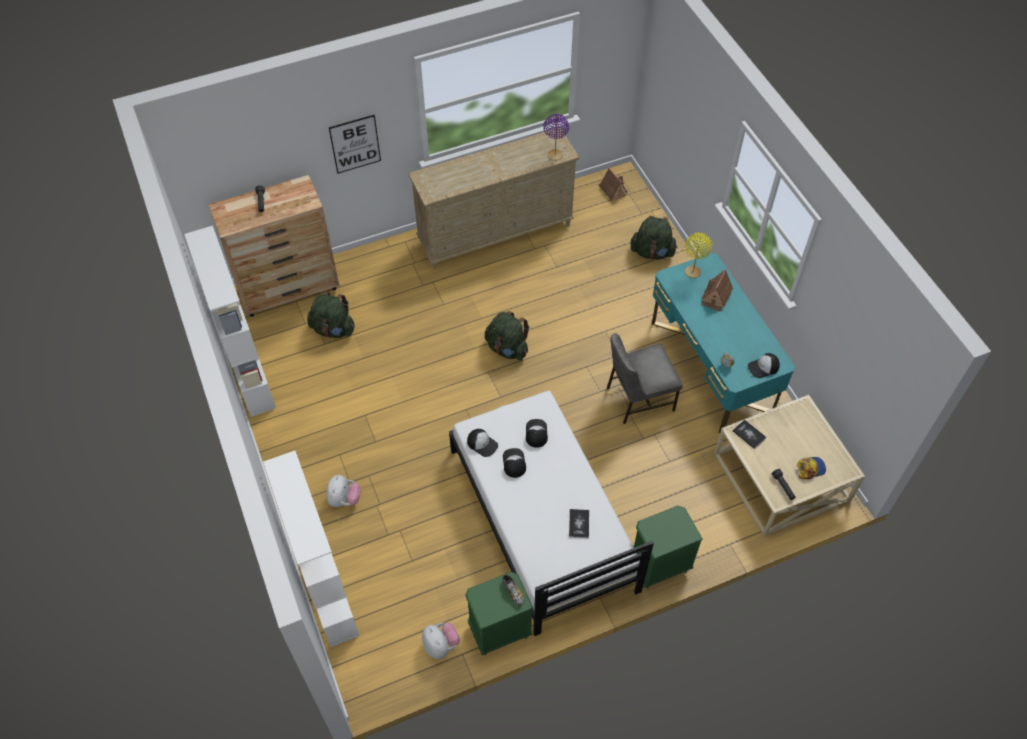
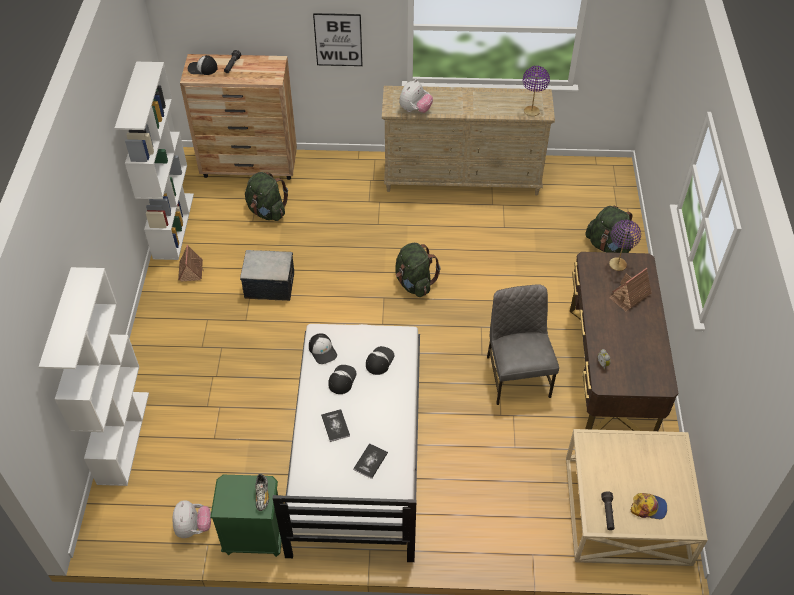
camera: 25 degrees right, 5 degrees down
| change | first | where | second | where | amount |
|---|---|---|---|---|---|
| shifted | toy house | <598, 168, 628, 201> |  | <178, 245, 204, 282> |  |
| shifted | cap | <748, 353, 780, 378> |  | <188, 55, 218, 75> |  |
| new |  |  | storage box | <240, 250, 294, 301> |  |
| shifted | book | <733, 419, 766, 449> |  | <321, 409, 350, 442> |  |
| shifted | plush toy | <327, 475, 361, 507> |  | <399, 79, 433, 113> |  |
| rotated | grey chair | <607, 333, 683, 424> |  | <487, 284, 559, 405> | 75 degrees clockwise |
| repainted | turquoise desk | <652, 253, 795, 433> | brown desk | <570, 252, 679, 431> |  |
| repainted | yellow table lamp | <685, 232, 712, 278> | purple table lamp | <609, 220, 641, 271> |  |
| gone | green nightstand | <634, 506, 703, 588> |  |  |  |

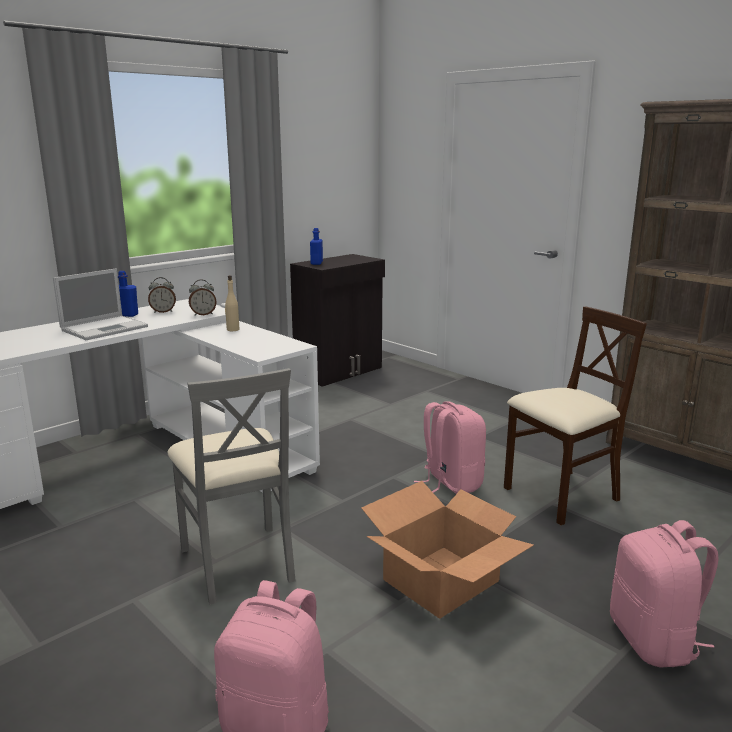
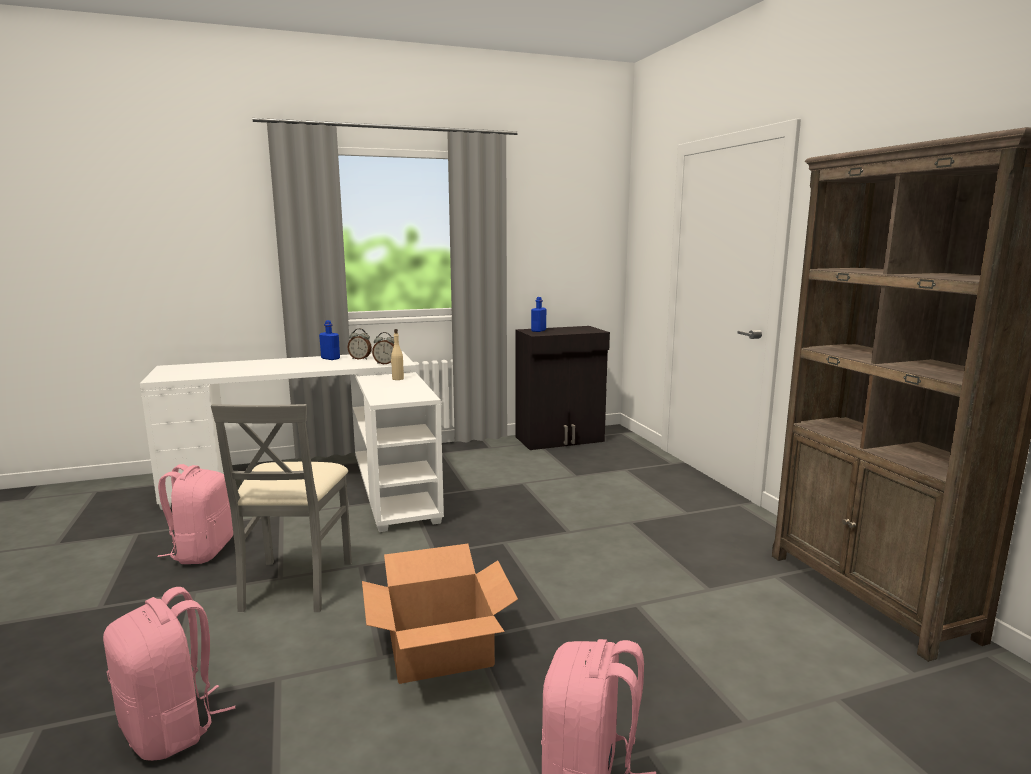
camera: 25 degrees right, 5 degrees down
| change | first | where | second | where | amount |
|---|---|---|---|---|---|
| shifted | pink backpack | <414, 401, 486, 494> |  | <158, 464, 233, 564> |  |
| gone | laptop | <53, 268, 148, 340> |  |  |  |
| gone | beige chair | <504, 306, 647, 525> |  |  |  |

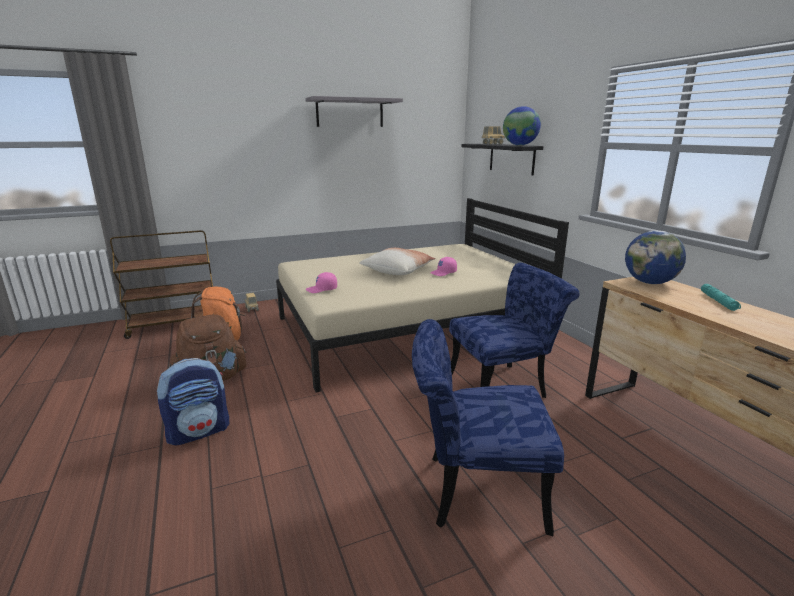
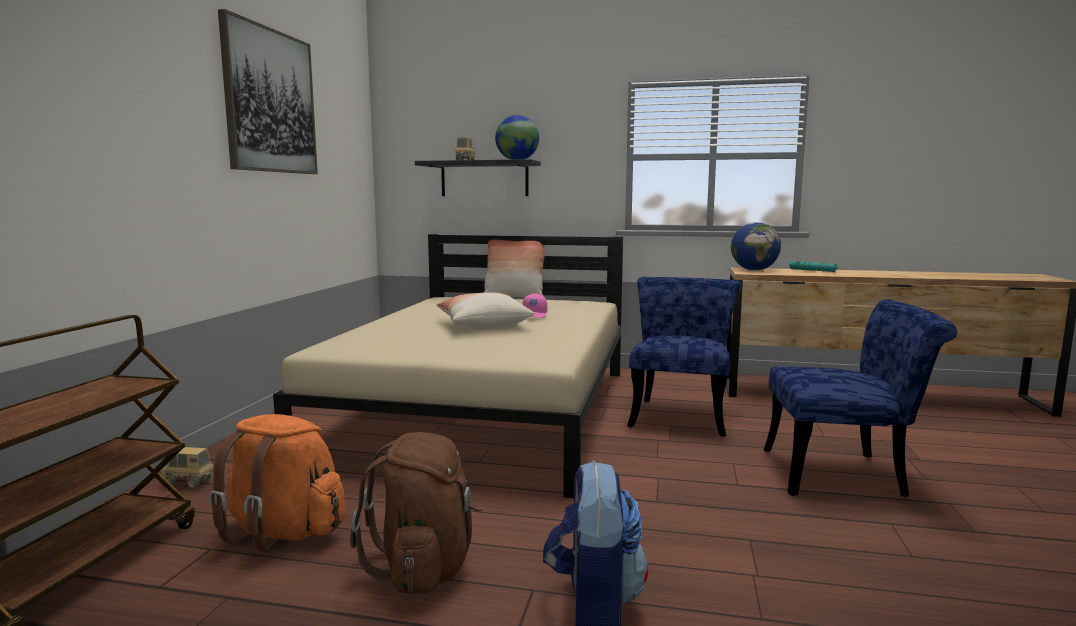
camera: 55 degrees left, 10 degrees down
| change | first | where | second | where | amount |
|---|---|---|---|---|---|
| swapped | grey shelf | <305, 96, 403, 127> | picture | <218, 9, 318, 174> |  |
| new |  |  | pillow | <484, 239, 545, 297> |  |
| rotated | blue chair | <412, 319, 564, 536> |  | <764, 299, 957, 497> | 120 degrees counterclockwise |
| gone | pink cap | <306, 272, 337, 293> |  |  |  |

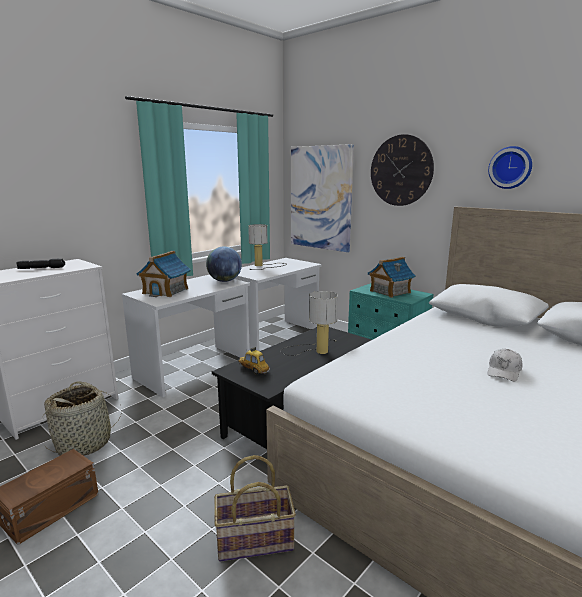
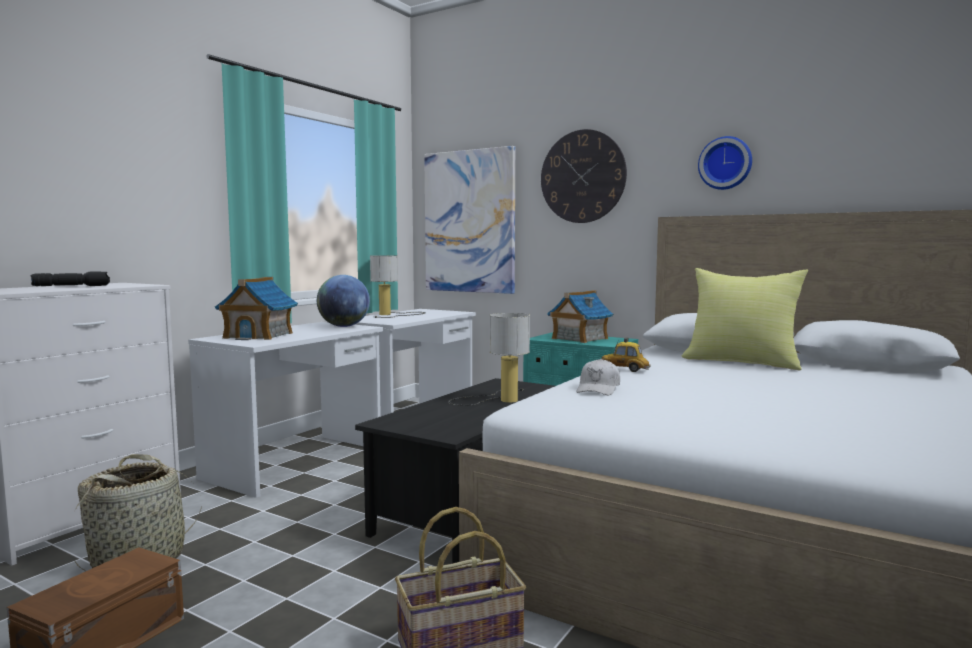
camera: 10 degrees left, 10 degrees down
| change | first | where | second | where | amount |
|---|---|---|---|---|---|
| shifted | white cap | <488, 349, 523, 381> |  | <576, 359, 620, 396> |  |
| shifted | toy car | <238, 347, 270, 375> |  | <602, 337, 651, 372> |  |
| new |  |  | yellow pillow | <682, 268, 808, 370> |  |

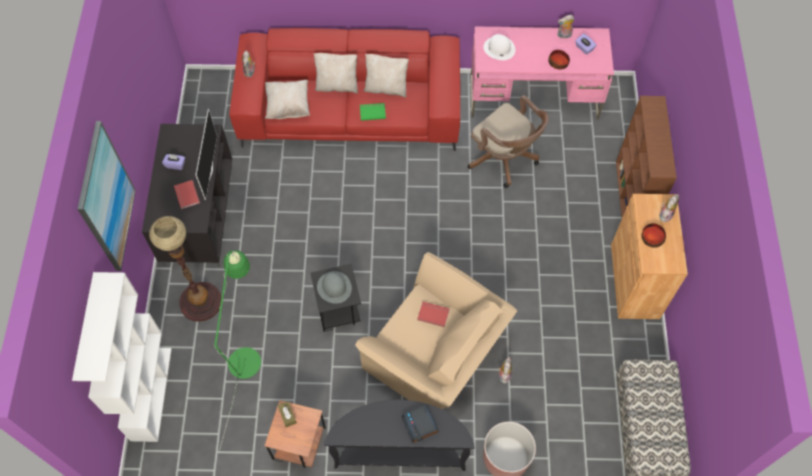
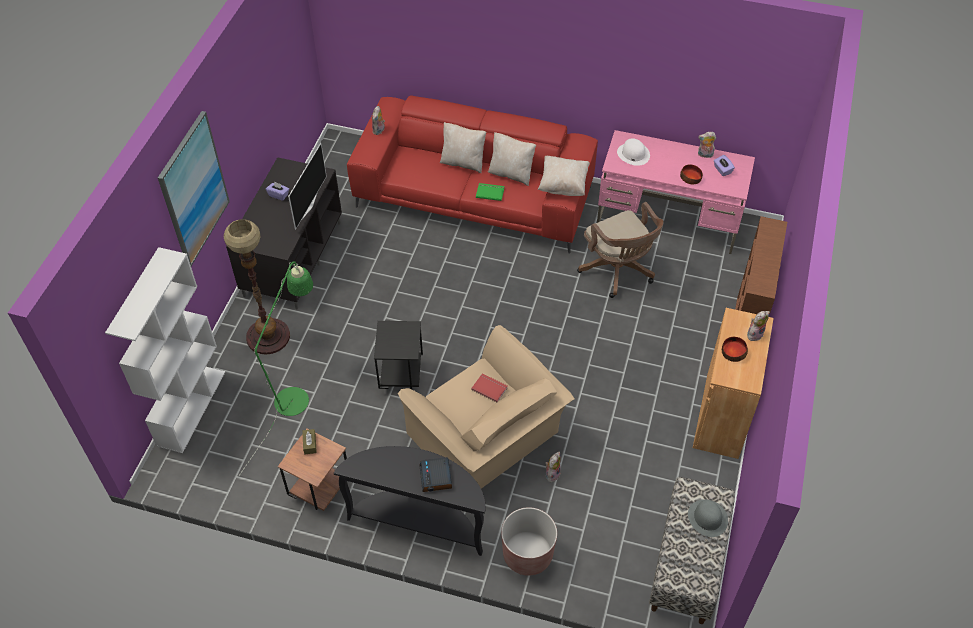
camera: 15 degrees right, 10 degrees down
| change | first | where | second | where | amount |
|---|---|---|---|---|---|
| shifted | beige pillow | <265, 80, 310, 119> |  | <537, 156, 590, 196> |  |
| shifted | grey hat | <317, 271, 352, 304> |  | <688, 500, 728, 537> |  |
| gone | red book | <174, 180, 200, 209> |  |  |  |

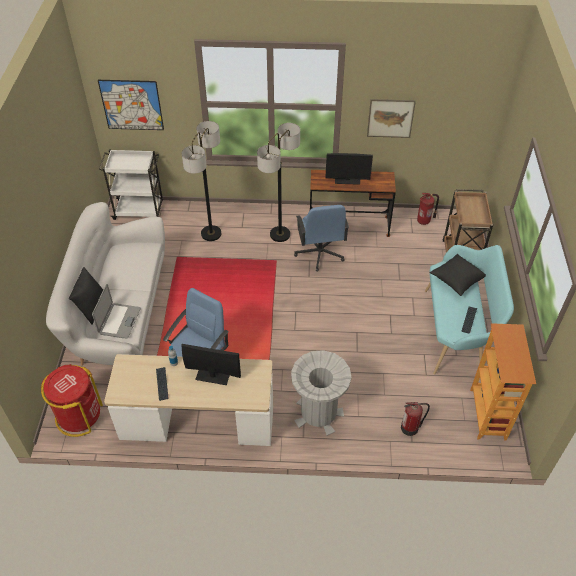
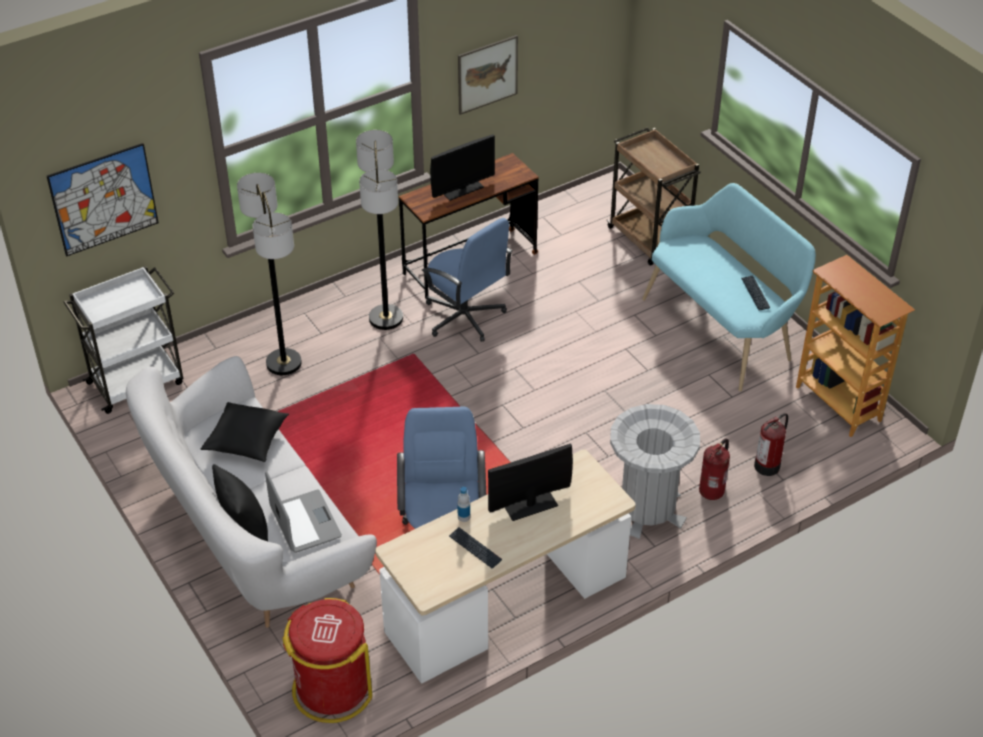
camera: 35 degrees left, 5 degrees down
| change | first | where | second | where | amount |
|---|---|---|---|---|---|
| shifted | black pillow | <429, 254, 486, 296> |  | <201, 402, 289, 462> |  |
| shifted | fire extinguisher | <417, 193, 439, 225> |  | <699, 439, 730, 500> |  |

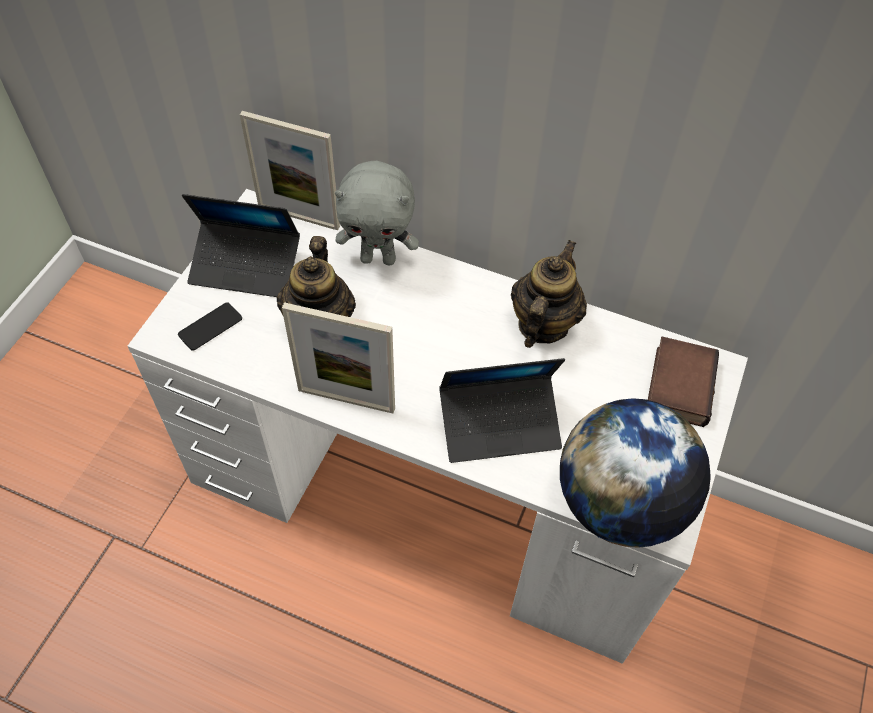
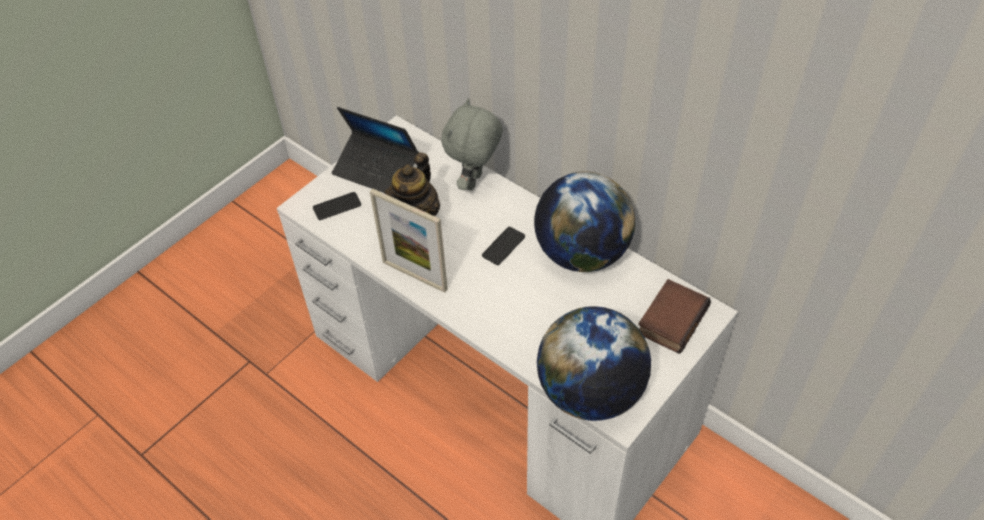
camera: 20 degrees right, 5 degrees down
| change | first | where | second | where | amount |
|---|---|---|---|---|---|
| rotated | grey plush toy | <335, 161, 419, 265> |  | <441, 98, 502, 191> | 90 degrees clockwise |
| new |  |  | phone | <482, 227, 525, 265> |  |
| swapped | teapot | <511, 240, 587, 348> | globe | <534, 172, 635, 272> |  |
| gone | picture frame | <240, 111, 340, 230> |  |  |  |
| gone | laptop | <439, 358, 565, 463> |  |  |  |

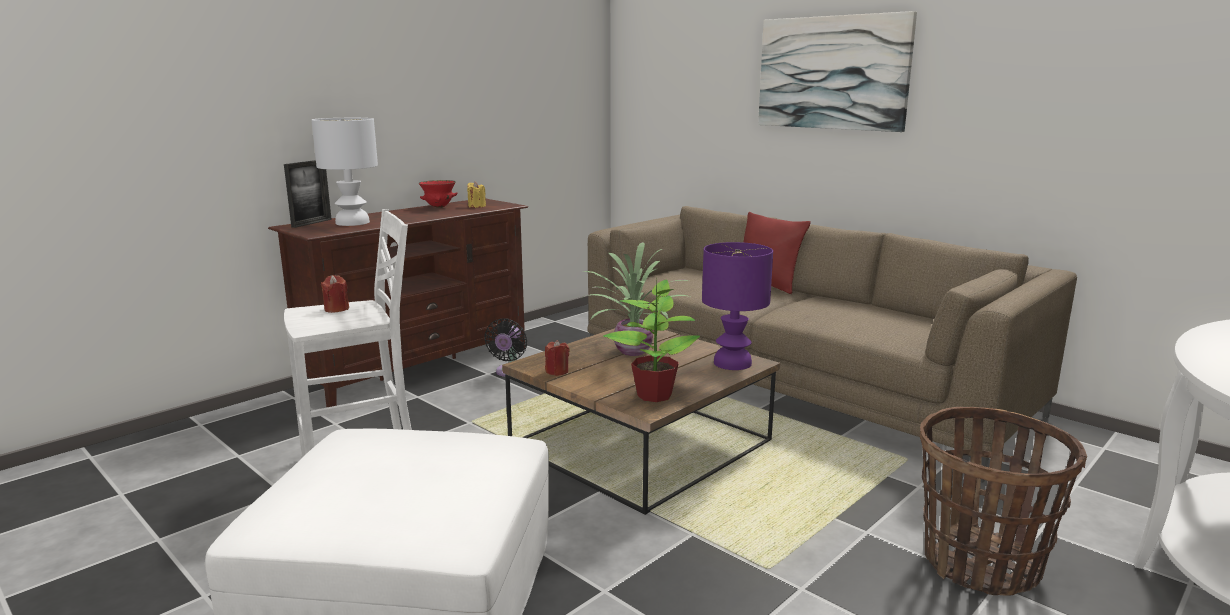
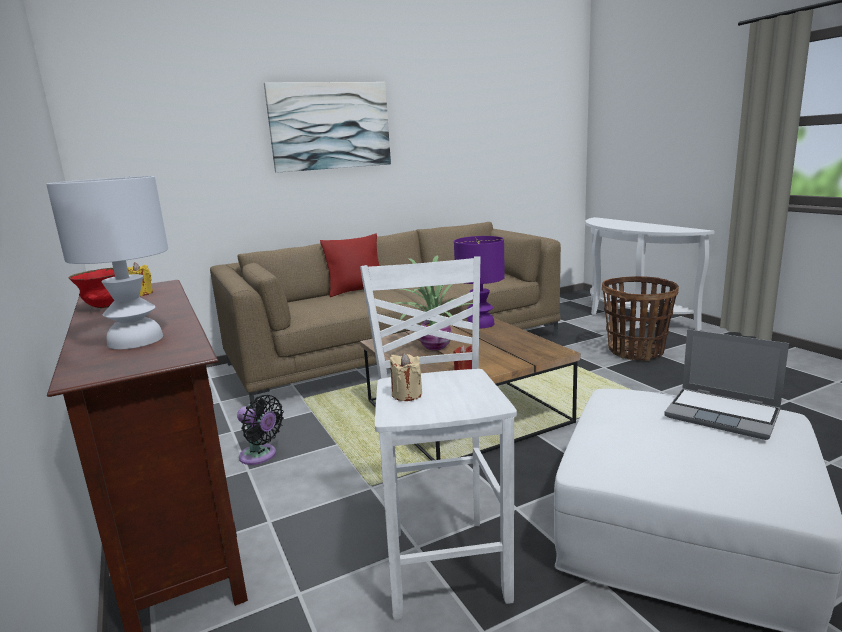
camera: 70 degrees left, 0 degrees up
| change | first | where | second | where | amount |
|---|---|---|---|---|---|
| repainted | red candle | <321, 275, 349, 313> | beige candle | <390, 353, 422, 401> |  |
| new |  |  | laptop | <664, 329, 789, 440> |  |
| gone | picture frame | <284, 160, 332, 228> |  |  |  |
| gone | potted plant | <603, 277, 700, 402> |  |  |  |

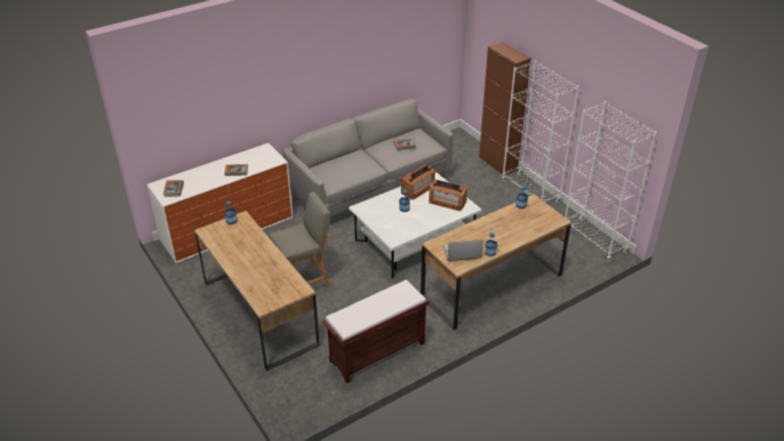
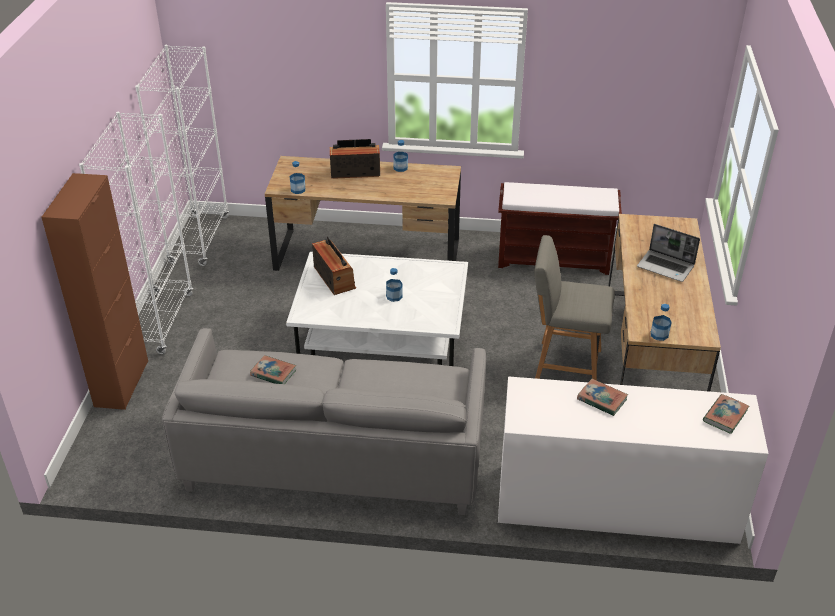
camera: 140 degrees left, 0 degrees up
| change | first | where | second | where | amount |
|---|---|---|---|---|---|
| shifted | radio | <401, 165, 435, 200> |  | <330, 139, 380, 179> |  |
| shifted | laptop | <444, 240, 483, 261> |  | <637, 224, 700, 282> |  |

